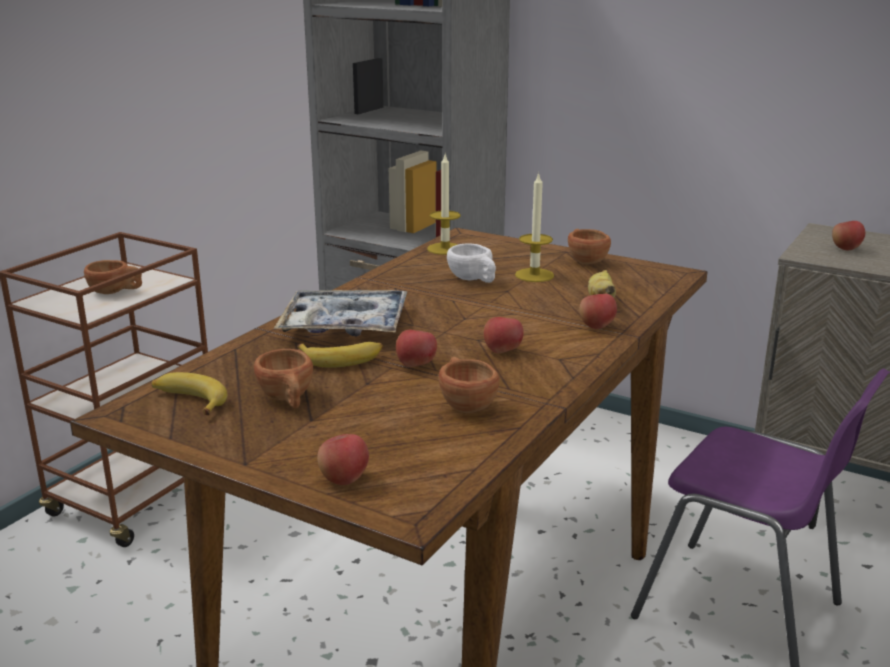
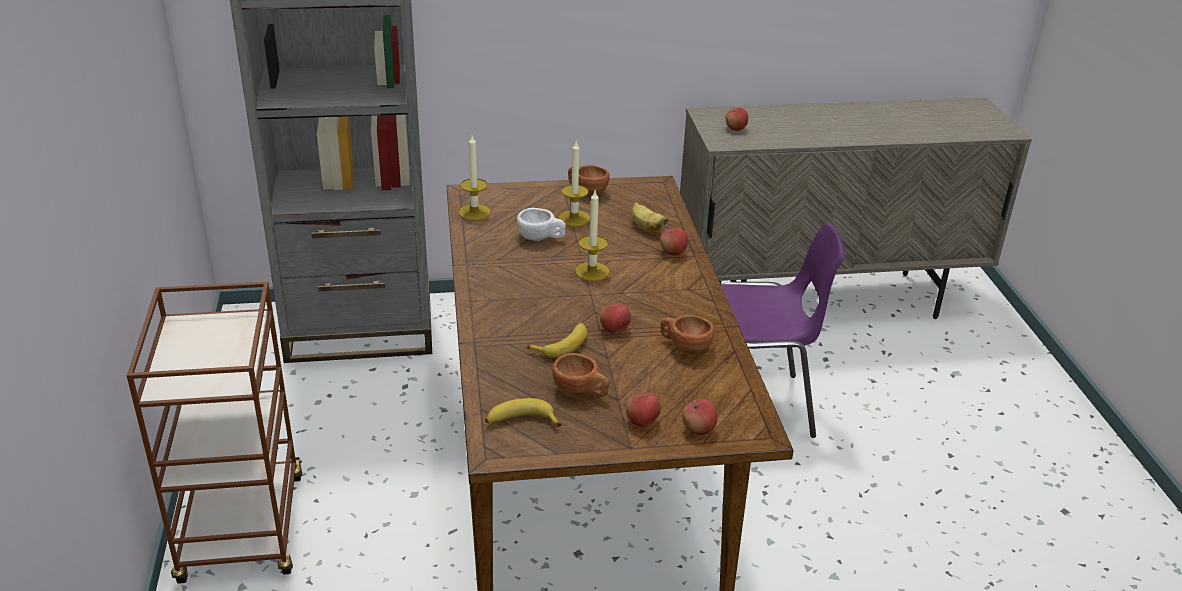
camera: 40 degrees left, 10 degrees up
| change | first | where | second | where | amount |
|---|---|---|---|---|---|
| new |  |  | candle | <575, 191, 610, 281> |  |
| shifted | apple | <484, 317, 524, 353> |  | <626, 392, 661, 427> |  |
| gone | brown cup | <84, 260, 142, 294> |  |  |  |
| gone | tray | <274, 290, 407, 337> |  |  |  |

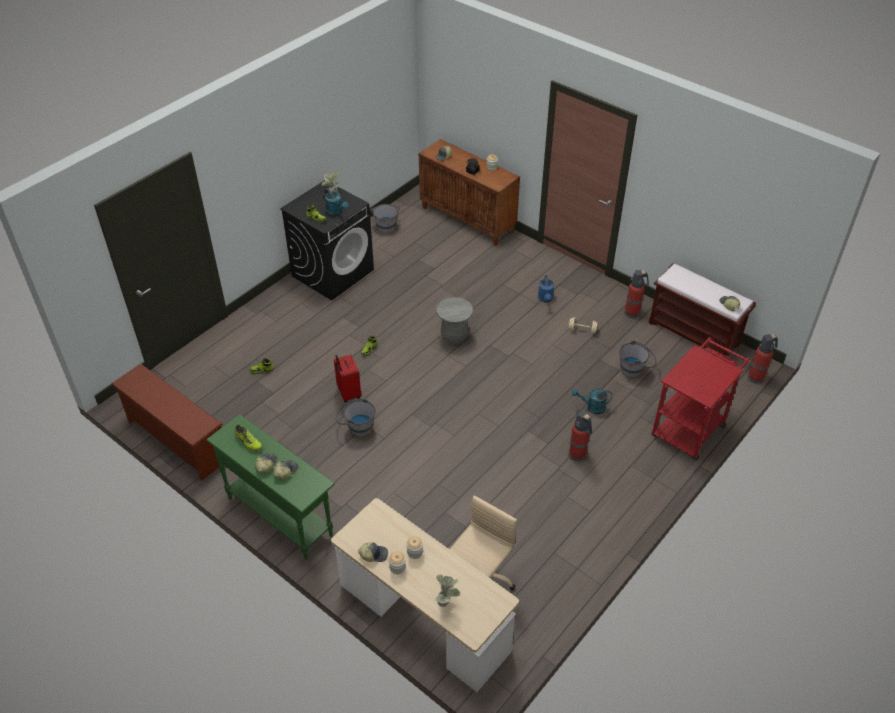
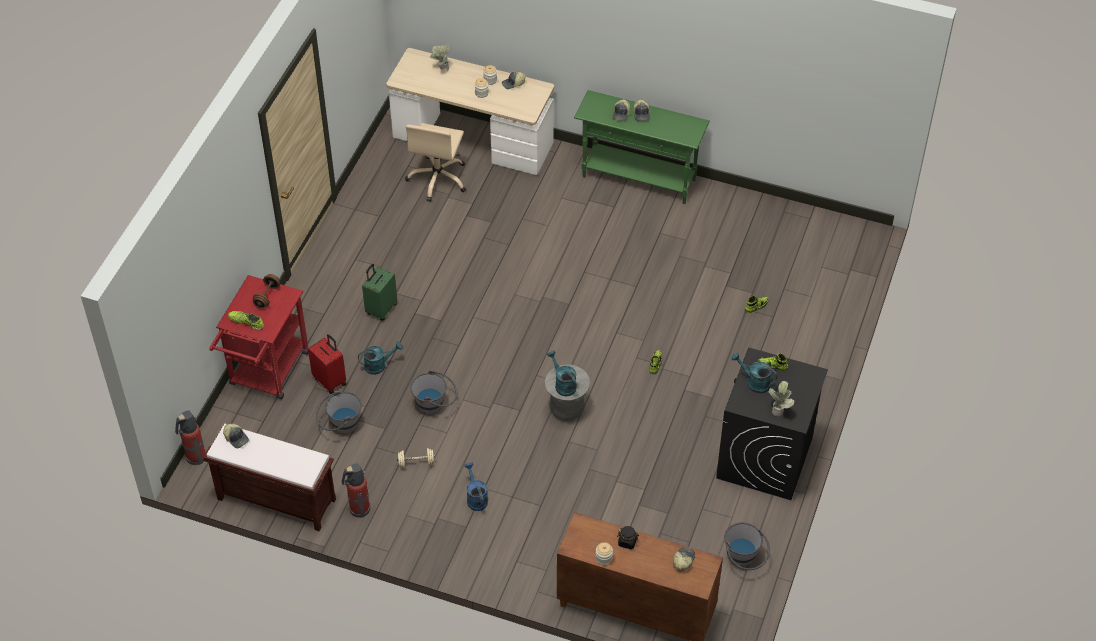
camera: 160 degrees right, 5 degrees up
| change | first | where | second | where | amount |
|---|---|---|---|---|---|
| shifted | shoe | <235, 424, 263, 451> |  | <228, 311, 264, 330> |  |
| new |  |  | brown dumbbell | <253, 274, 280, 308> |  |
| shifted | red suitcase | <334, 355, 361, 402> |  | <308, 334, 346, 394> |  |
| swapped | fire extinguisher | <568, 410, 592, 462> | green suitcase | <362, 264, 397, 321> |  |
| shifted | grey bucket | <336, 398, 376, 437> |  | <410, 370, 457, 414> |  |
| new |  |  | turquoise watering can | <547, 351, 577, 396> |  |
| gone | brown shoe rack | <111, 364, 222, 480> |  |  |  |

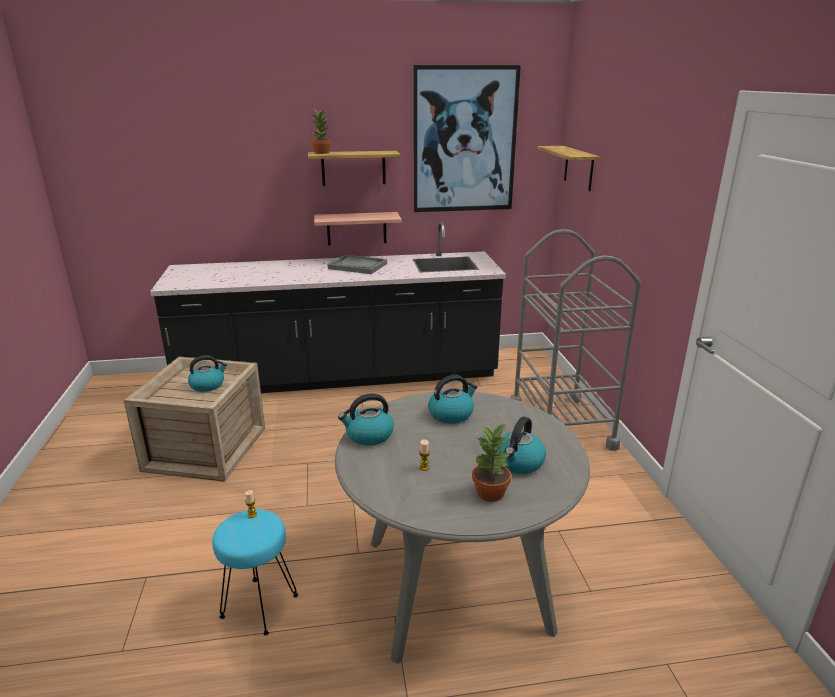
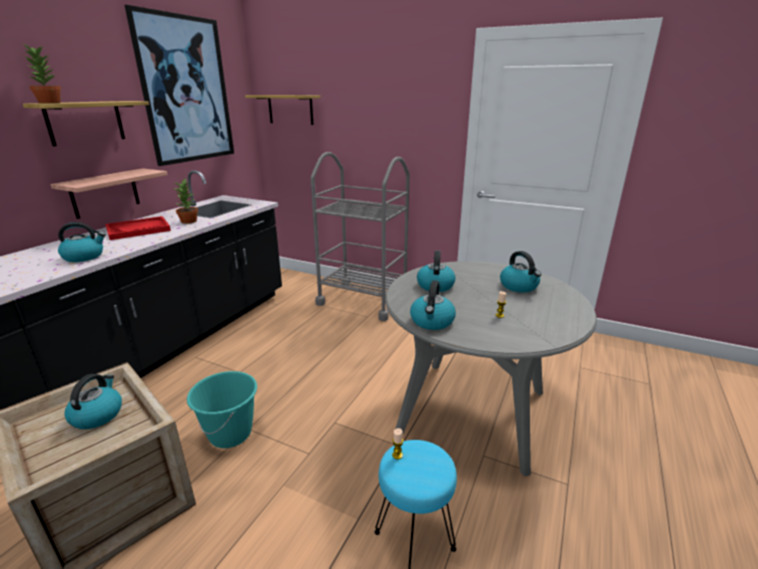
camera: 55 degrees left, 0 degrees up
| change | first | where | second | where | amount |
|---|---|---|---|---|---|
| new |  |  | kettle | <58, 222, 106, 262> |  |
| repainted | grey tray | <327, 255, 387, 274> | red tray | <105, 216, 171, 240> |  |
| shifted | potted plant | <472, 423, 511, 502> |  | <175, 179, 198, 224> |  |
| new |  |  | turquoise bucket | <187, 371, 257, 448> |  |

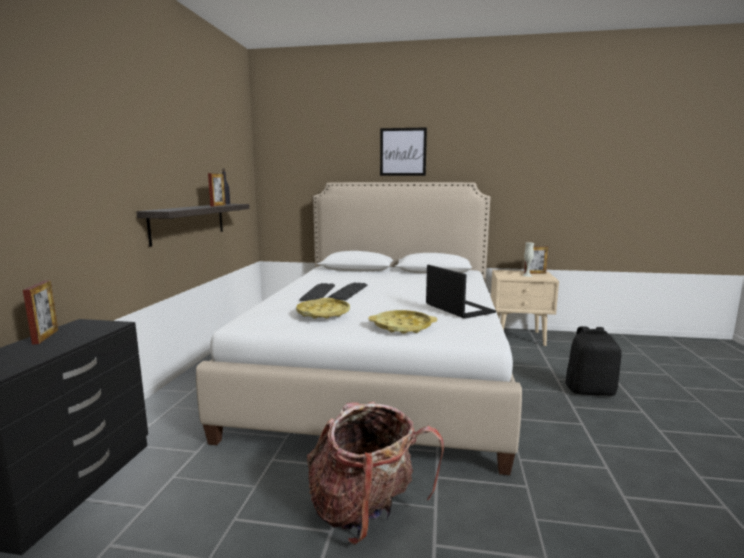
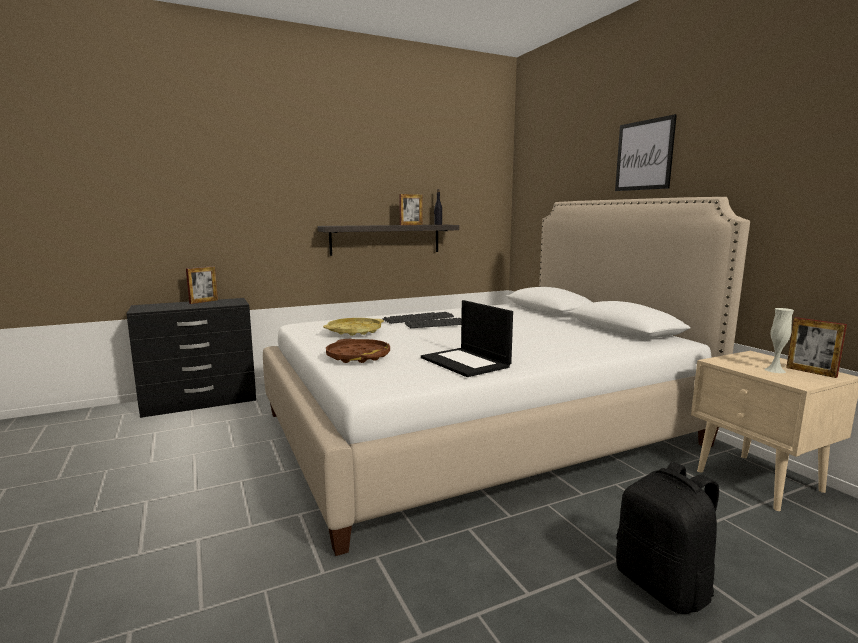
camera: 55 degrees right, 0 degrees up
| change | first | where | second | where | amount |
|---|---|---|---|---|---|
| repainted | yellow tray | <368, 310, 437, 334> | brown tray | <326, 339, 390, 363> |  |
| rotated | laptop | <426, 265, 496, 319> |  | <421, 300, 513, 377> | 120 degrees clockwise |
| gone | backpack | <307, 401, 444, 545> |  |  |  |

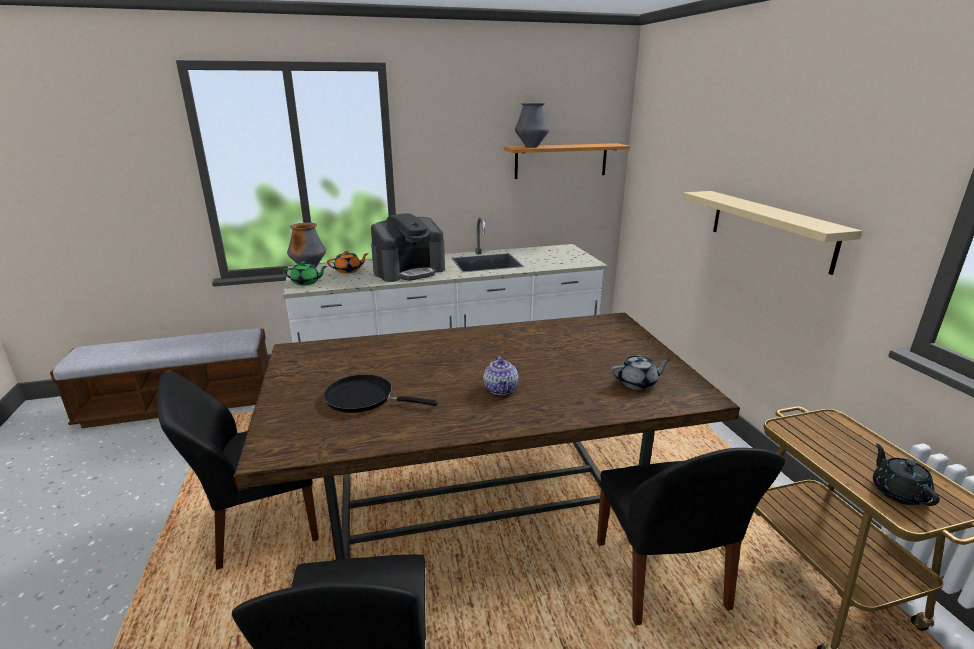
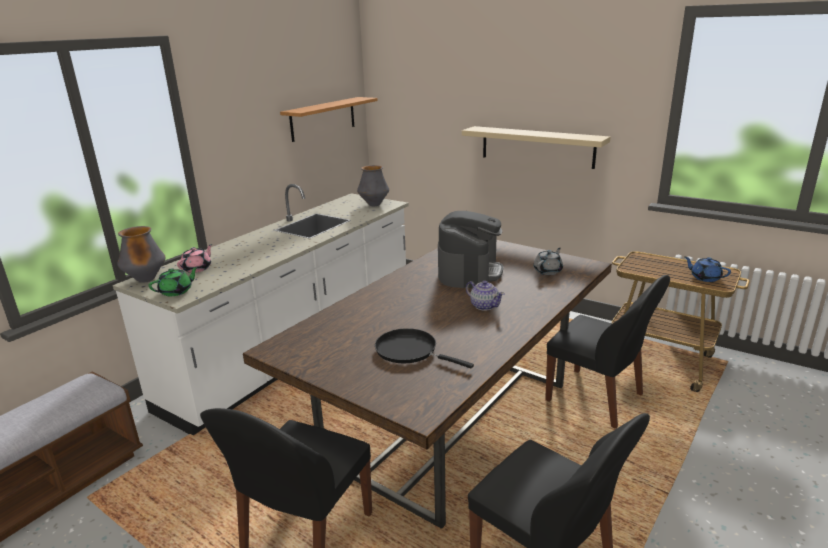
camera: 40 degrees left, 0 degrees up
| change | first | where | second | where | amount |
|---|---|---|---|---|---|
| repainted | orange teapot | <327, 251, 369, 274> | pink teapot | <177, 244, 212, 273> |  |
| shifted | vase | <515, 103, 549, 148> |  | <357, 165, 389, 206> |  |
| rotated | black frying pan | <323, 374, 438, 413> |  | <375, 328, 474, 369> | 60 degrees clockwise |
| shifted | coffee machine | <371, 213, 445, 282> |  | <438, 211, 503, 288> |  |
| repainted | black teapot | <873, 443, 940, 506> | blue teapot | <684, 256, 731, 282> |  |

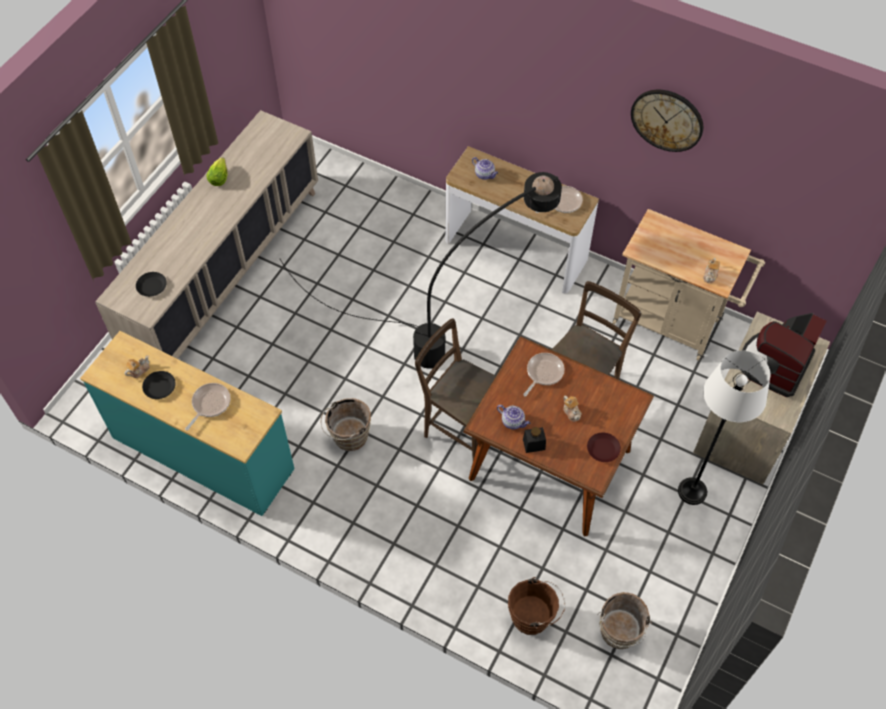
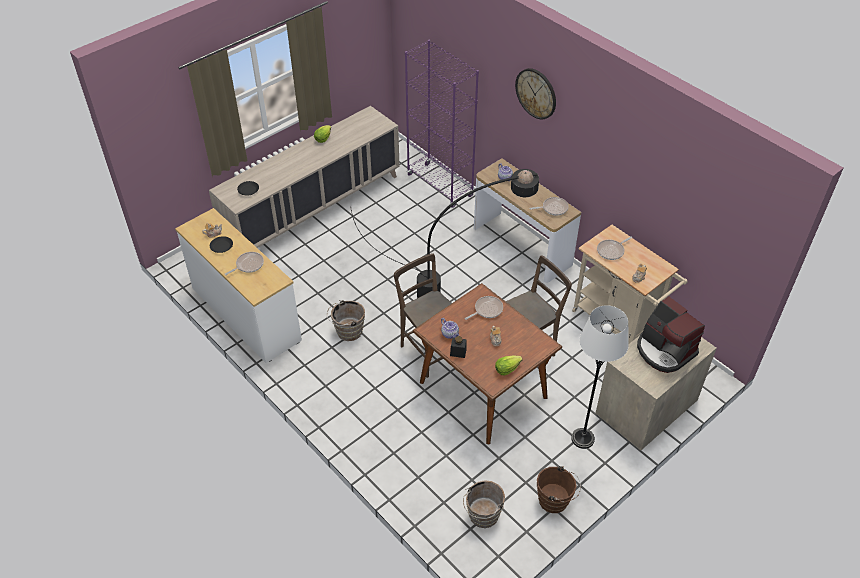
camera: 20 degrees right, 10 degrees down
| change | first | where | second | where | amount |
|---|---|---|---|---|---|
| repainted | turquoise dresser | <80, 331, 295, 516> | white dresser | <175, 208, 302, 363> |  |
| new |  |  | purple bookcase | <405, 40, 479, 208> |  |
| swapped | brown plate | <587, 432, 621, 462> | lettuce | <495, 355, 523, 376> |  |
| shifted | wall clock | <631, 90, 703, 152> |  | <515, 68, 556, 119> |  |
| shifted | brown bucket | <508, 577, 565, 635> |  | <537, 466, 581, 513> |  |
| new |  |  | frying pan | <597, 236, 632, 260> |  |
| rotated | coffee machine | <741, 313, 827, 397> |  | <637, 296, 705, 373> | 90 degrees counterclockwise |

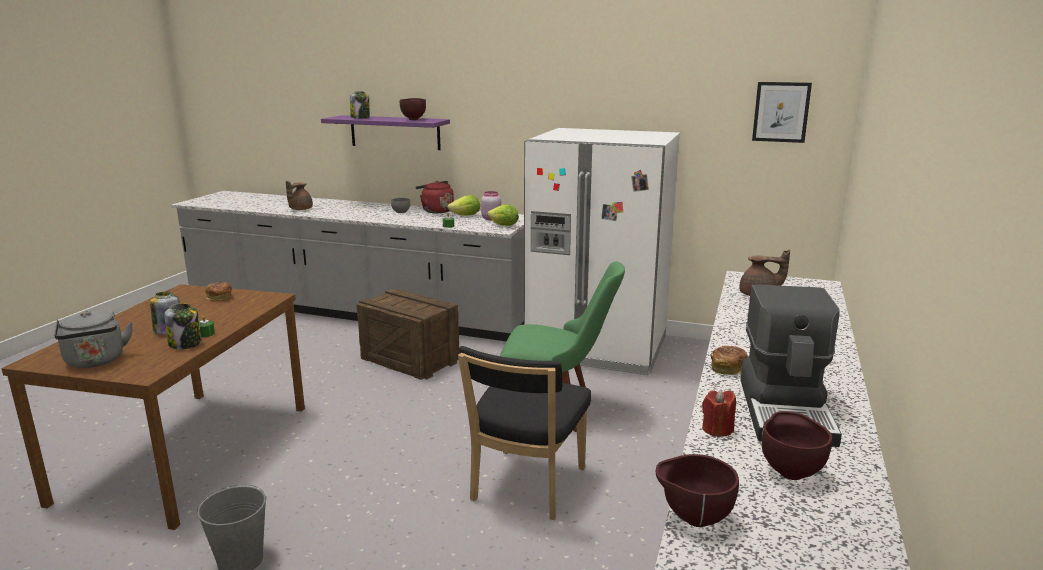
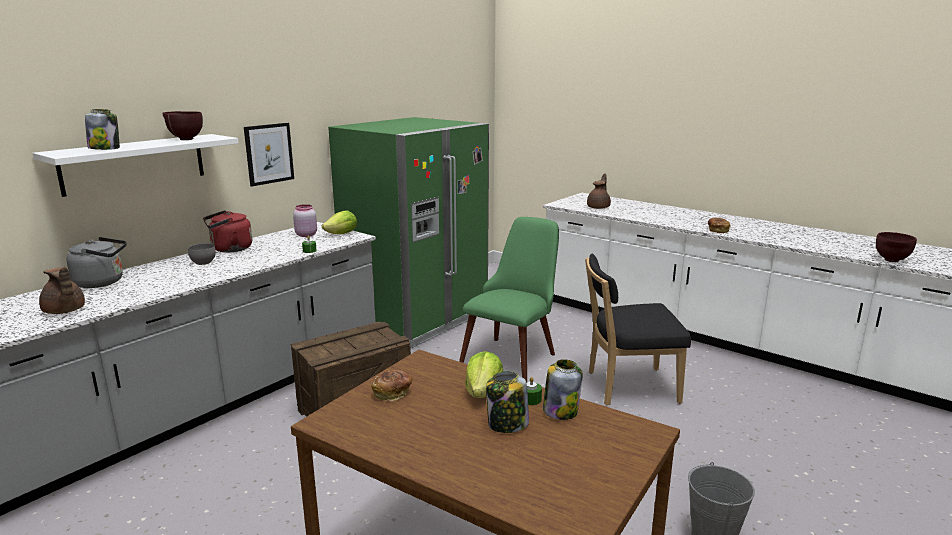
camera: 70 degrees left, 0 degrees up
| change | first | where | second | where | amount |
|---|---|---|---|---|---|
| repainted | purple shelf | <321, 115, 450, 150> | white shelf | <33, 134, 238, 197> |  |
| shifted | grey kettle | <54, 311, 133, 368> |  | <66, 237, 127, 288> |  |
| shifted | picture | <752, 82, 812, 143> |  | <244, 123, 294, 186> |  |
| repainted | white fridge | <524, 128, 680, 375> | green fridge | <328, 117, 489, 348> |  |
| shifted | lettuce | <447, 195, 480, 216> |  | <465, 351, 503, 398> |  |
| rotated | black chair | <458, 346, 591, 520> |  | <585, 254, 691, 406> | 135 degrees clockwise |
| gone | red candle | <702, 389, 736, 437> |  |  |  |
| gone | coffee machine | <741, 284, 842, 447> |  |  |  |
| gone | brown bowl | <762, 411, 832, 480> |  |  |  |

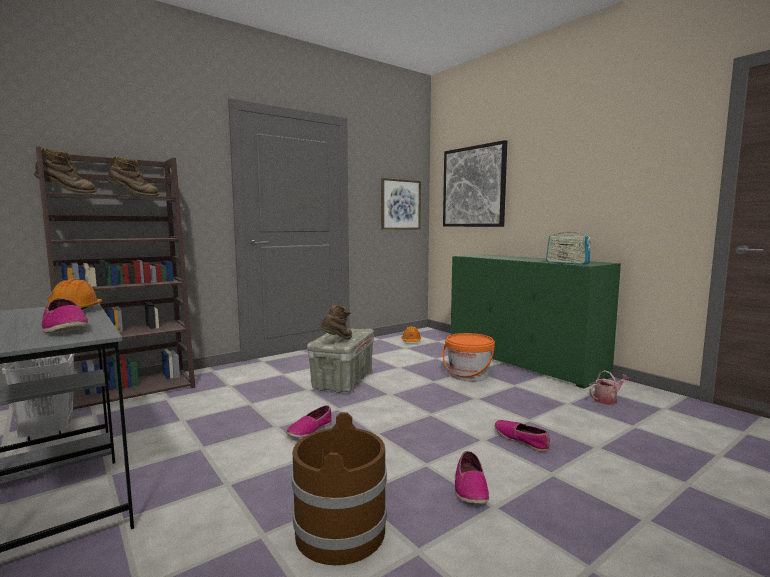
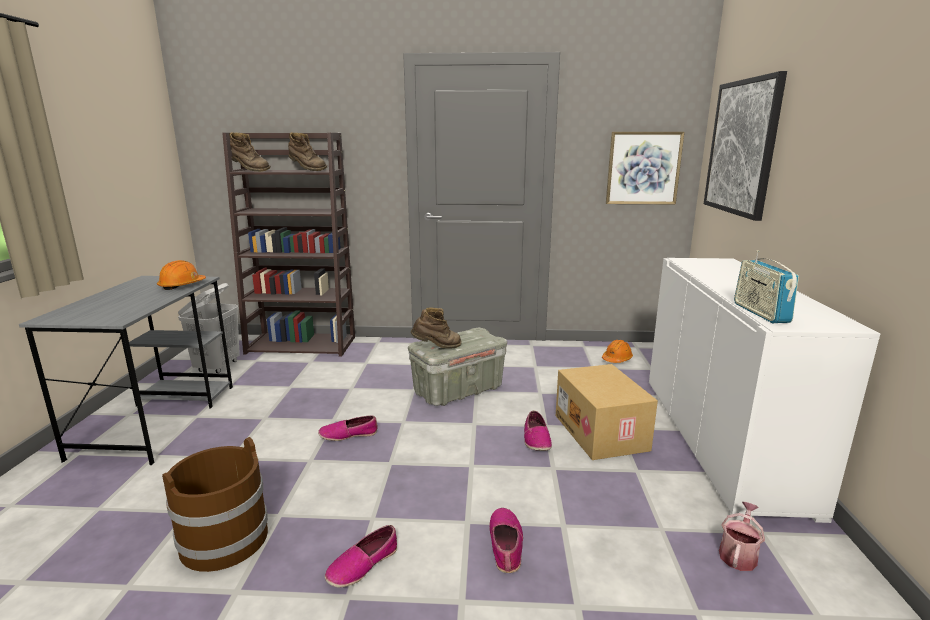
camera: 40 degrees right, 10 degrees up
| change | first | where | second | where | amount |
|---|---|---|---|---|---|
| shifted | shoe | <42, 298, 89, 333> |  | <524, 411, 552, 451> |  |
| swapped | orange bucket | <442, 333, 495, 381> | cardboard box | <556, 364, 658, 460> |  |
| repainted | green cabinet | <451, 254, 621, 389> | white cabinet | <649, 258, 880, 523> |  |
| rotated | watering can | <590, 370, 630, 405> |  | <719, 502, 765, 571> | 75 degrees counterclockwise |

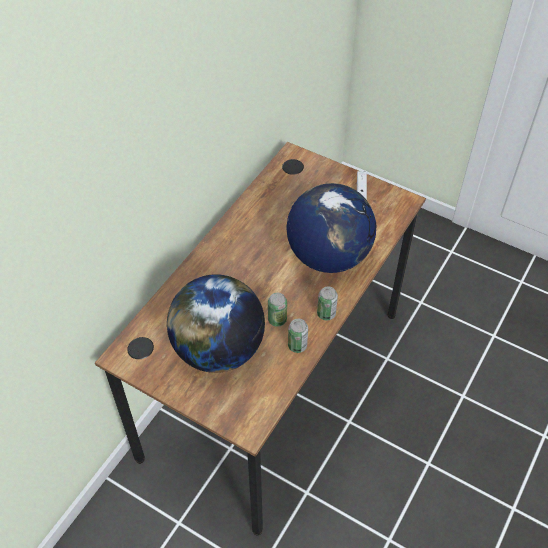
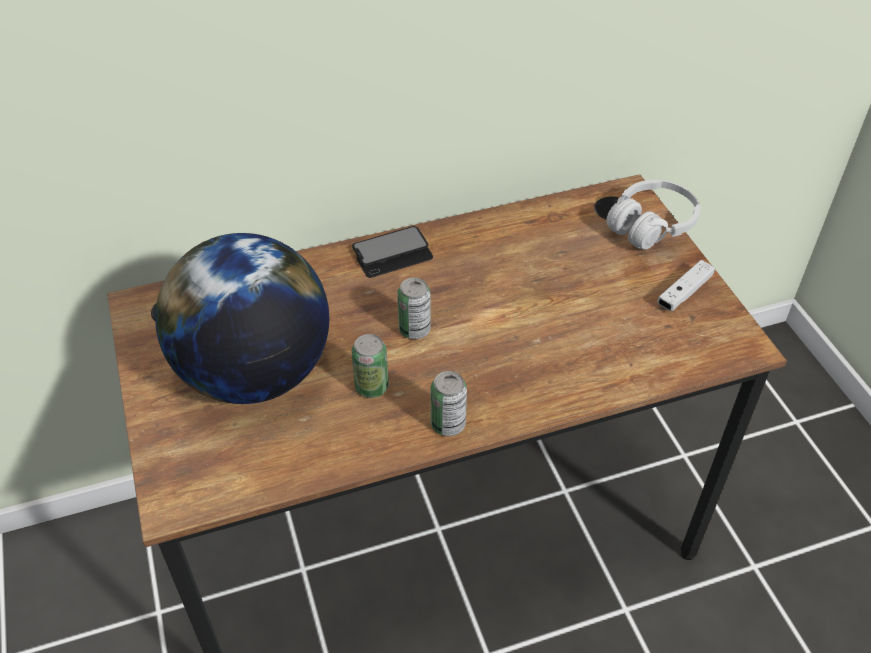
camera: 40 degrees right, 5 degrees down
| change | first | where | second | where | amount |
|---|---|---|---|---|---|
| new |  |  | phone | <352, 226, 433, 278> |  |
| shifted | can | <288, 319, 308, 353> |  | <397, 277, 431, 339> |  |
| new |  |  | white headphones | <606, 180, 700, 250> |  |
| gone | globe | <286, 183, 376, 273> |  |  |  |

